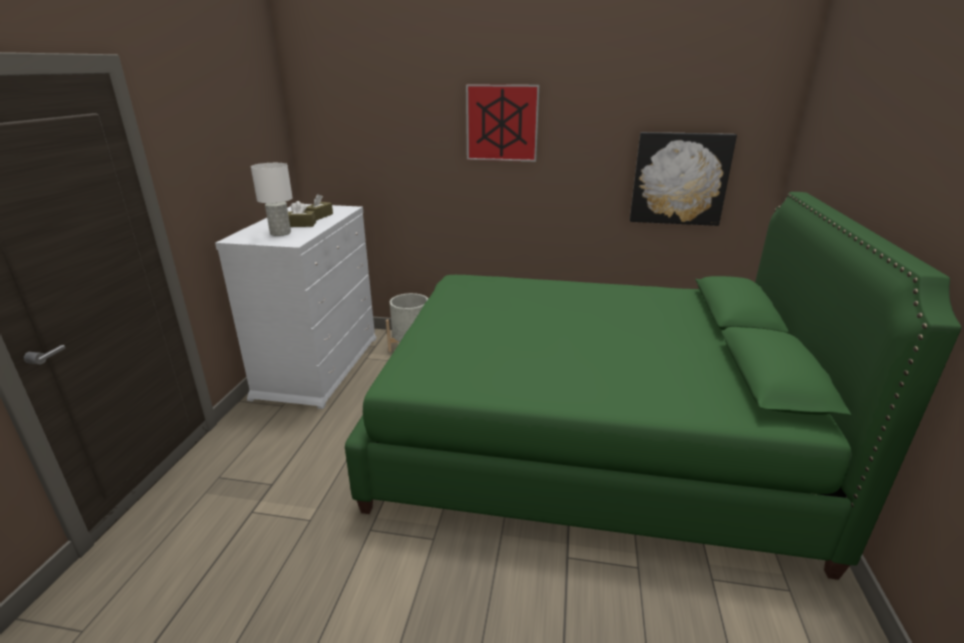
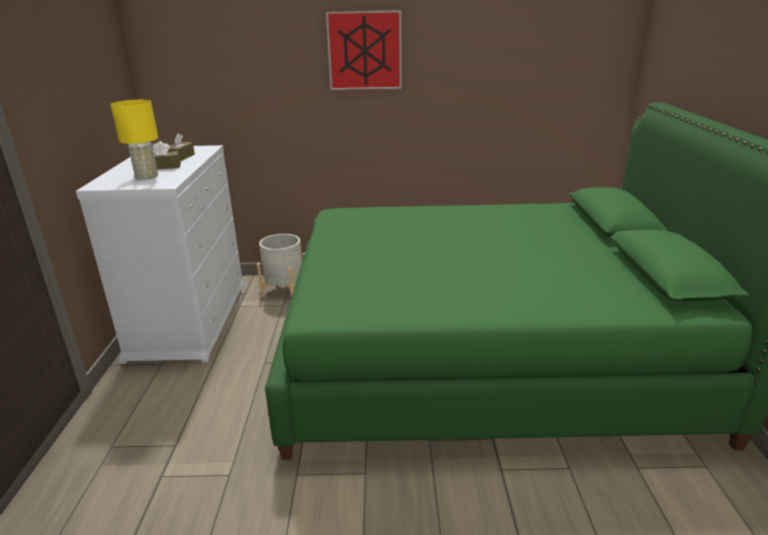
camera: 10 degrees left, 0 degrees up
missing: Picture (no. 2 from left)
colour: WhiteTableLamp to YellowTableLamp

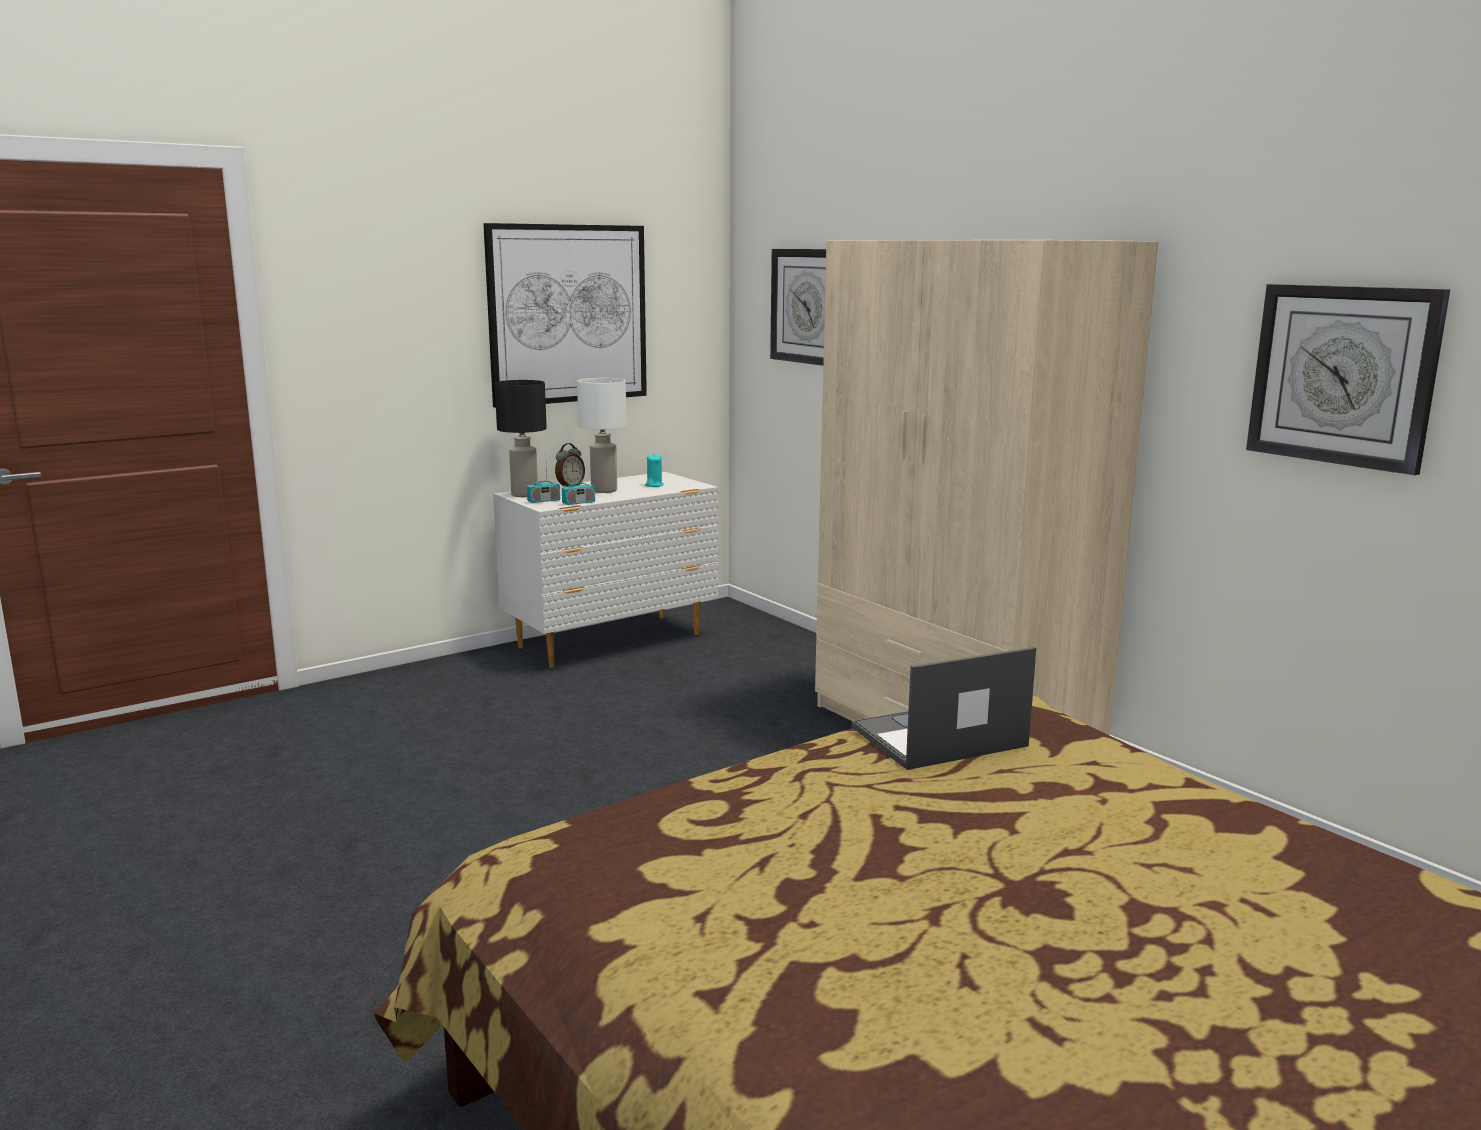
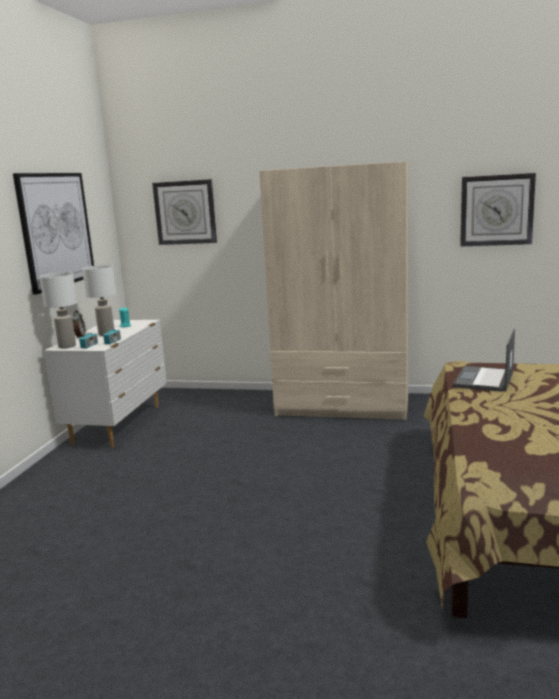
camera: 40 degrees left, 0 degrees up
colour: BlackTableLamp to WhiteTableLamp (no. 1 from left)

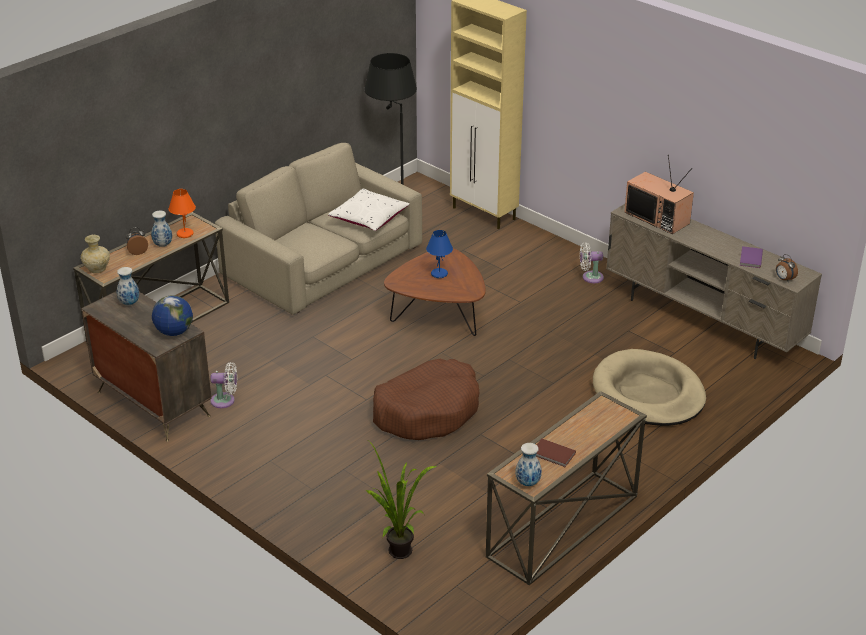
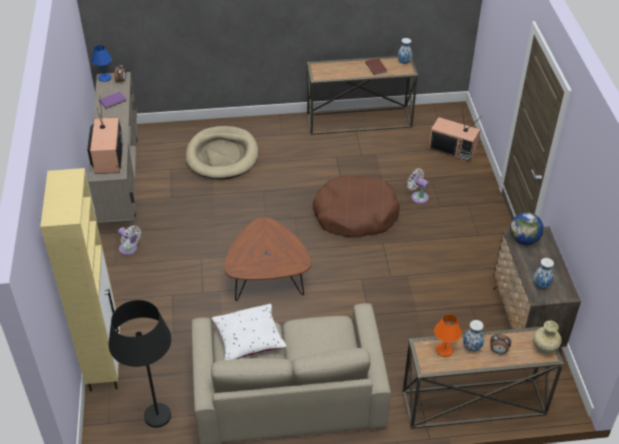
camera: 140 degrees left, 10 degrees up
relocated: BlueTableLamp; WhiteFan (no. 1 from left in the first image) to WhiteFan (no. 2 from left)
exchanged: PottedPlant to Television (no. 2 from left)

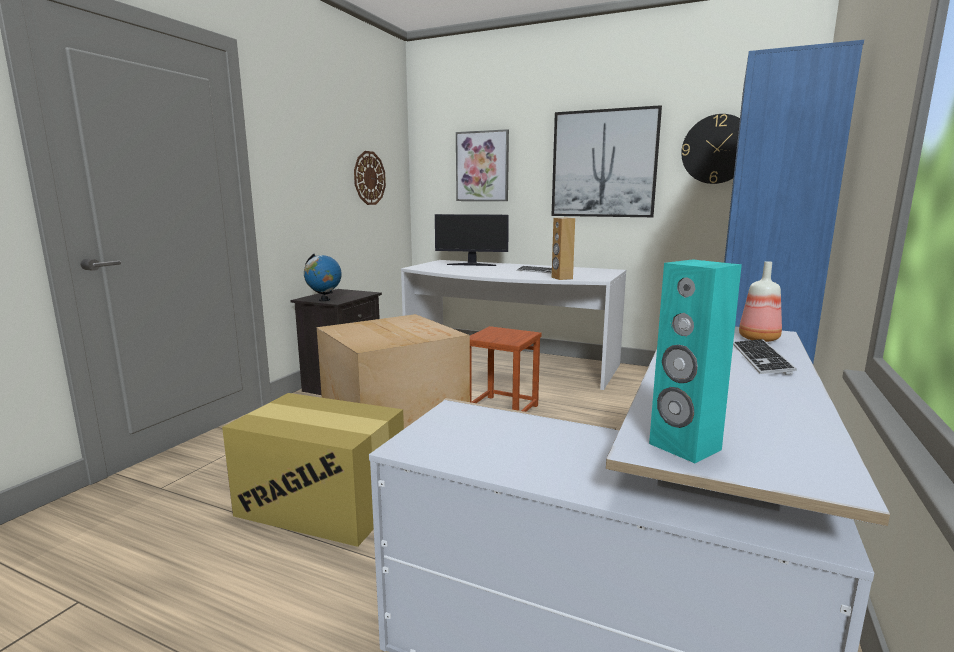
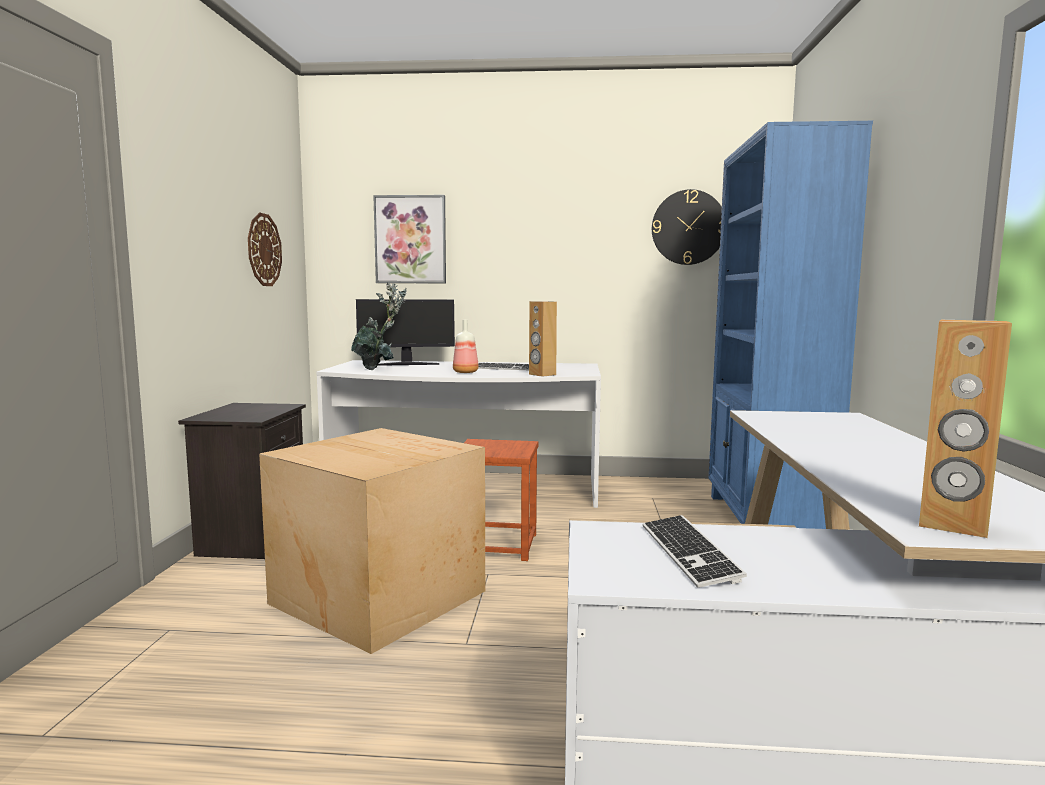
camera: 20 degrees left, 5 degrees down
missing: CardboardBox (no. 1 from left); Globe; Picture (no. 2 from left)
appeared: PottedPlant
relocated: Bottle; Keyboard (no. 2 from left)
colour: TurquoiseSpeaker to BrownSpeaker (no. 2 from left)

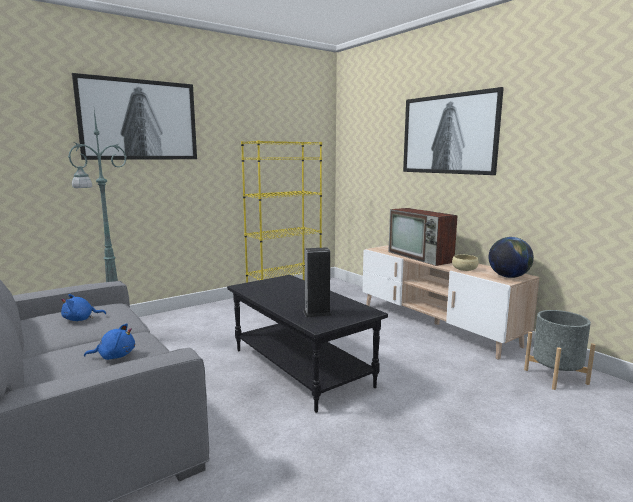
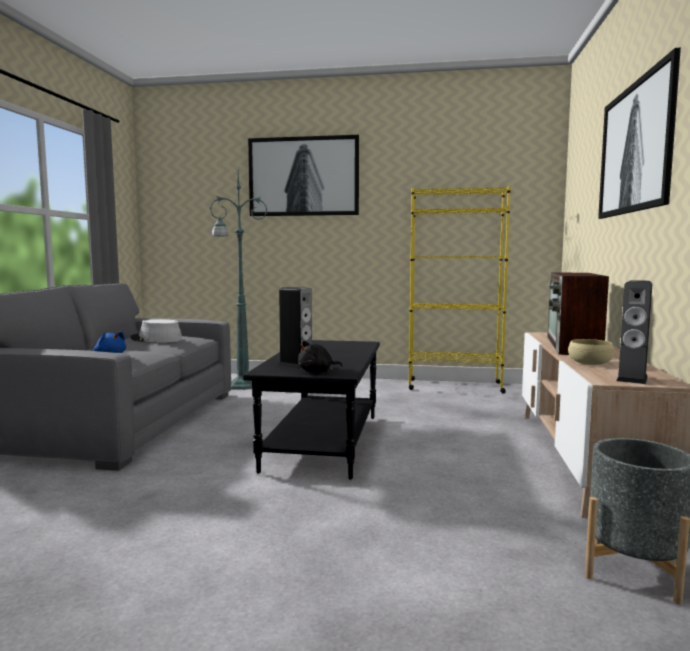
camera: 45 degrees right, 5 degrees down
appeared: BlackPlushToy
exchanged: BluePlushToy (no. 1 from left) to GreyHat; Globe to Speaker (no. 2 from left)

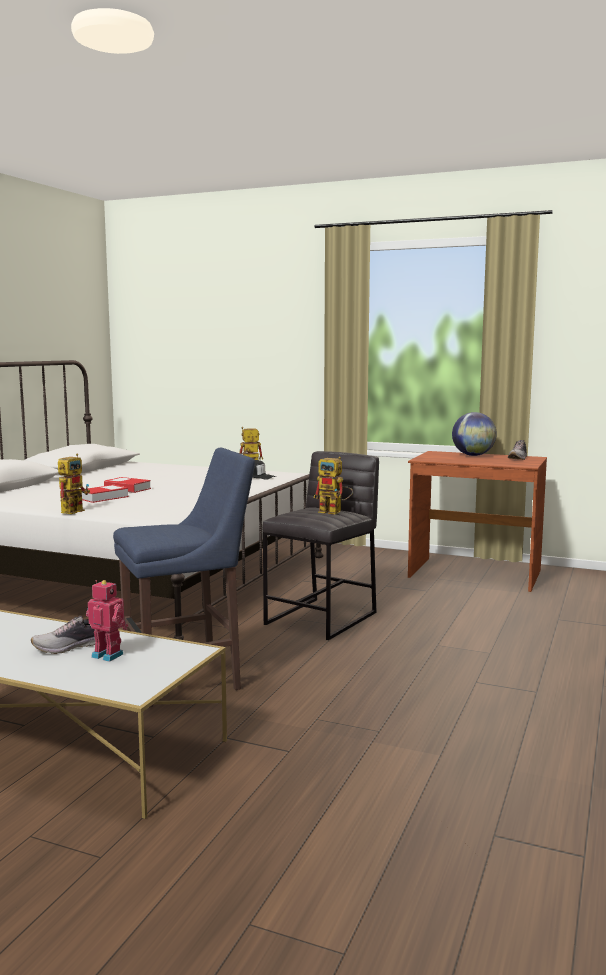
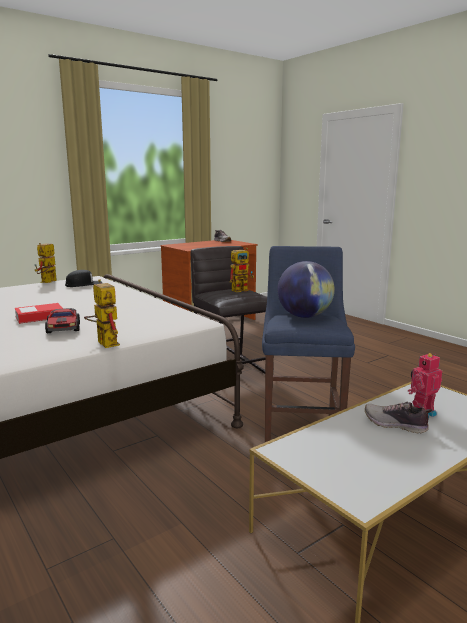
camera: 60 degrees left, 5 degrees up
relocated: Globe
exchanged: Book (no. 1 from left) to ToyCar
spun: Shoe (no. 1 from left in the first image) 120 degrees clockwise

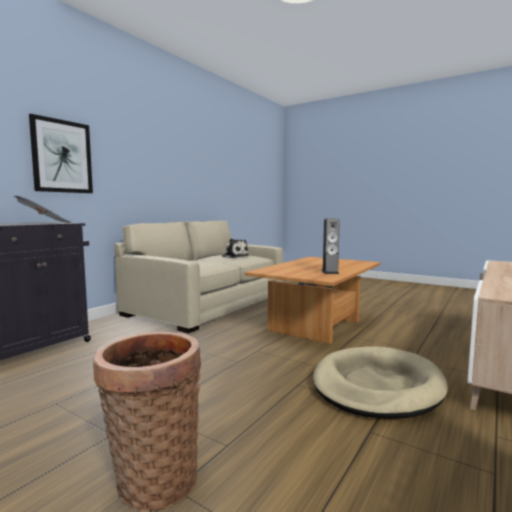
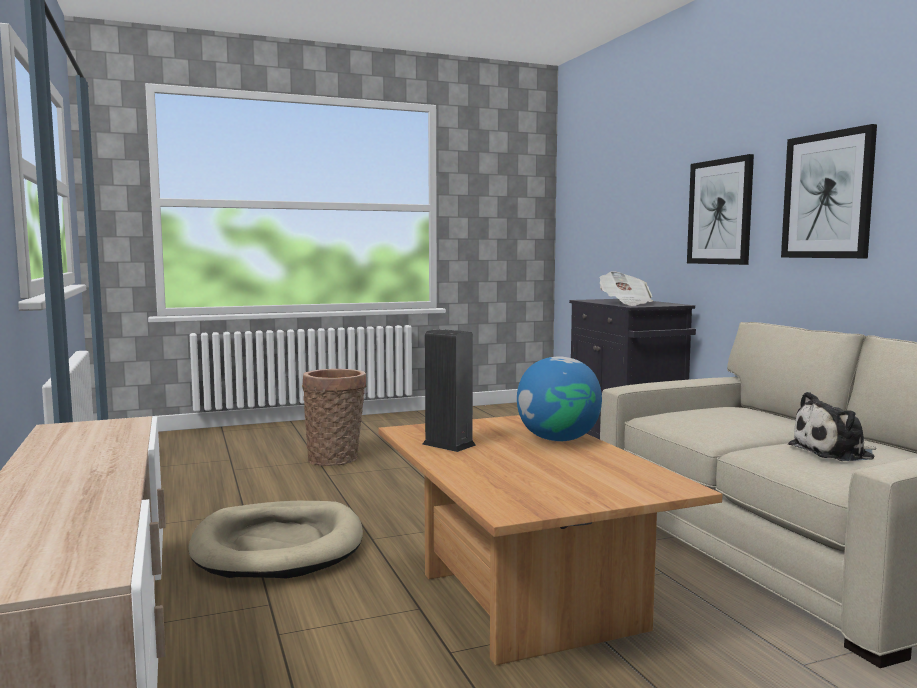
camera: 125 degrees right, 0 degrees up
appeared: Globe; Picture (no. 2 from left)

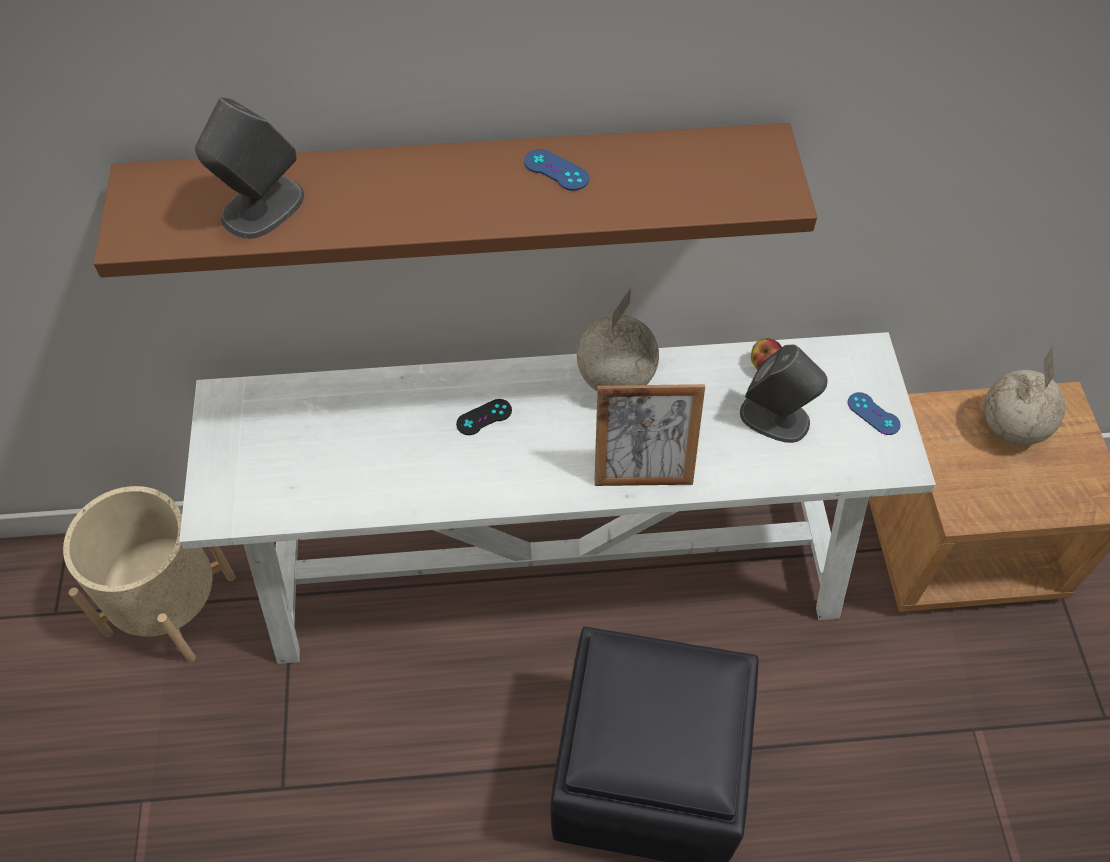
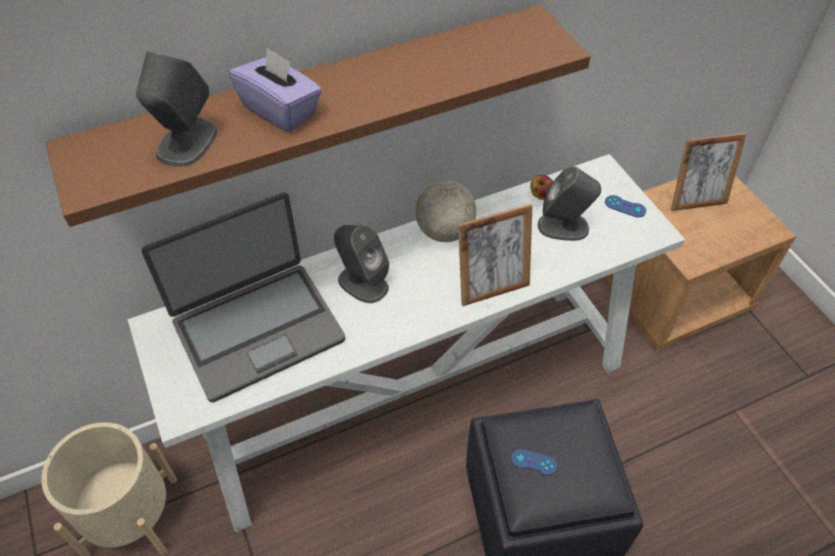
camera: 20 degrees left, 5 degrees down
appeared: Laptop; PurpleTissueBox
relocated: BlueGameController (no. 1 from left)
exchanged: BlackGameController to GreySpeaker (no. 2 from left); Globe (no. 2 from left) to PictureFrame (no. 2 from left)

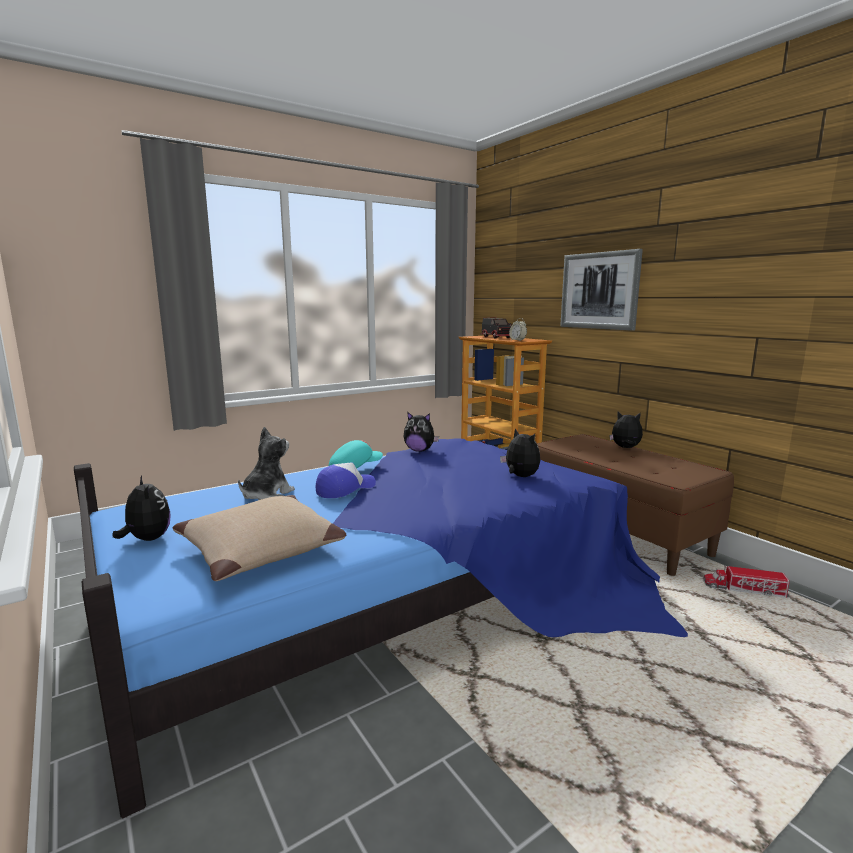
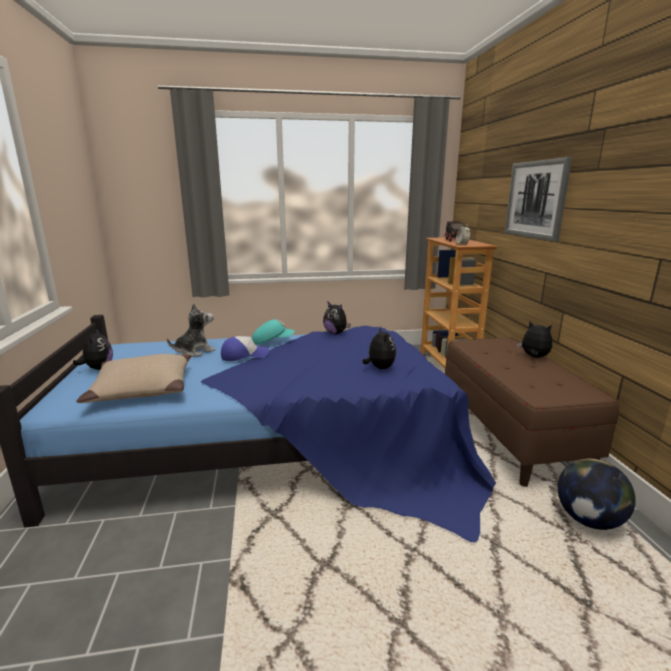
camera: 25 degrees right, 5 degrees up
exchanged: ToyTruck (no. 2 from left) to Globe

